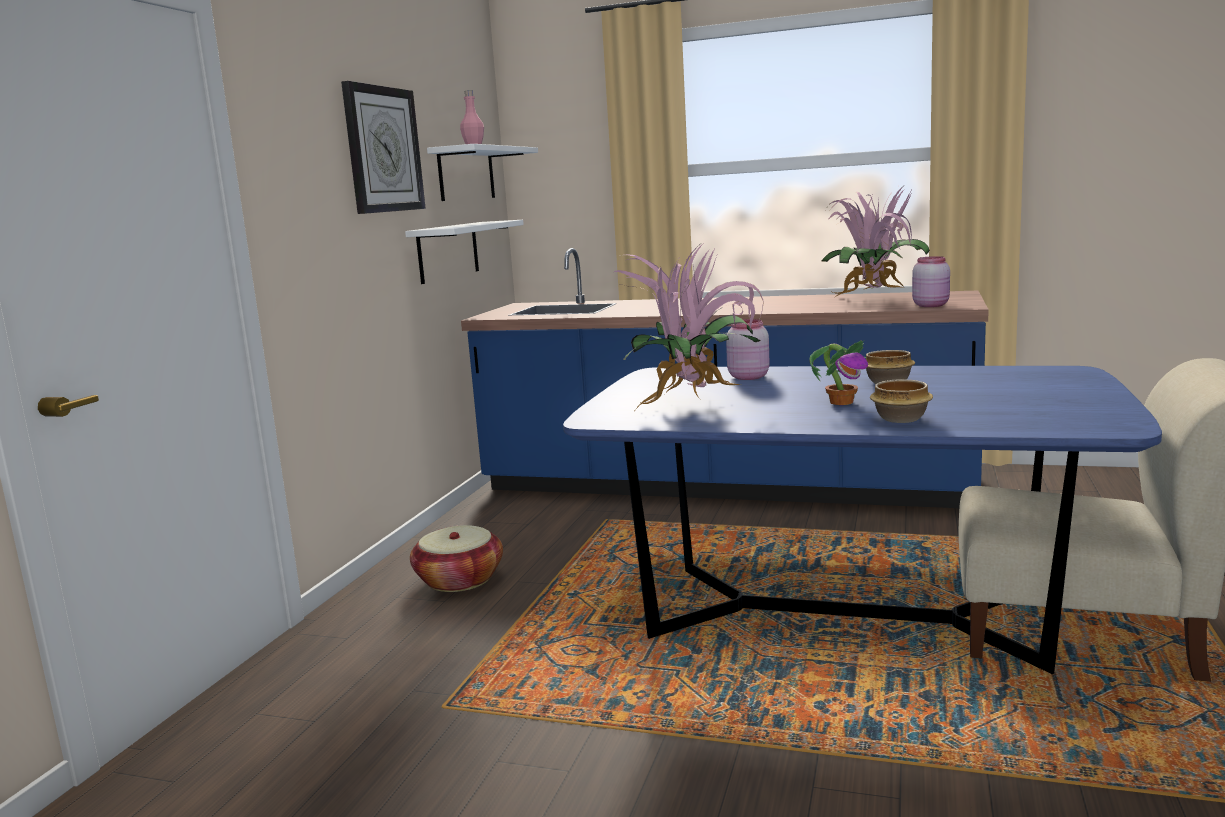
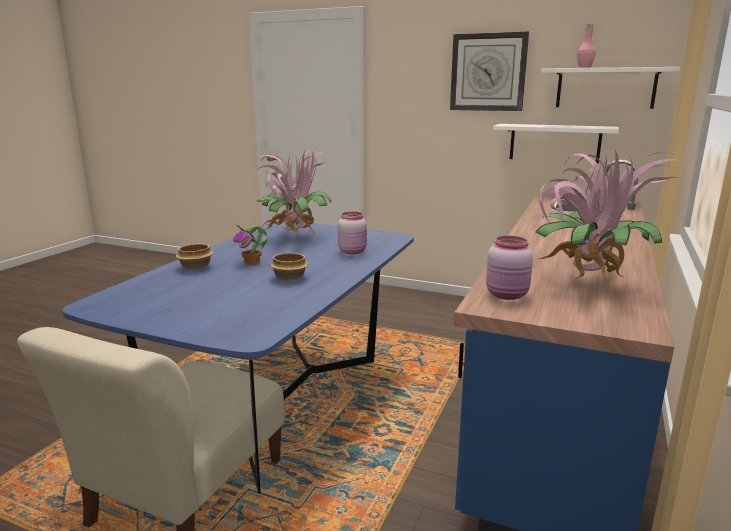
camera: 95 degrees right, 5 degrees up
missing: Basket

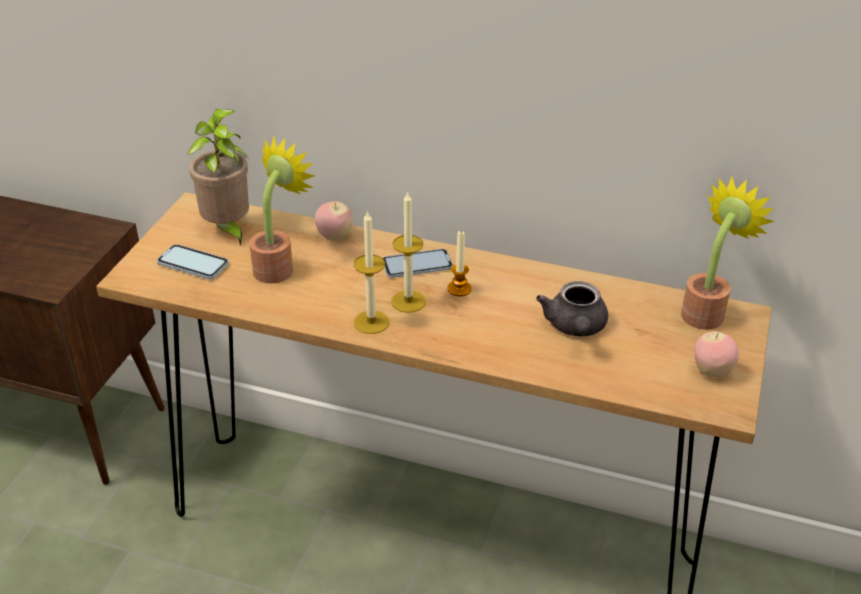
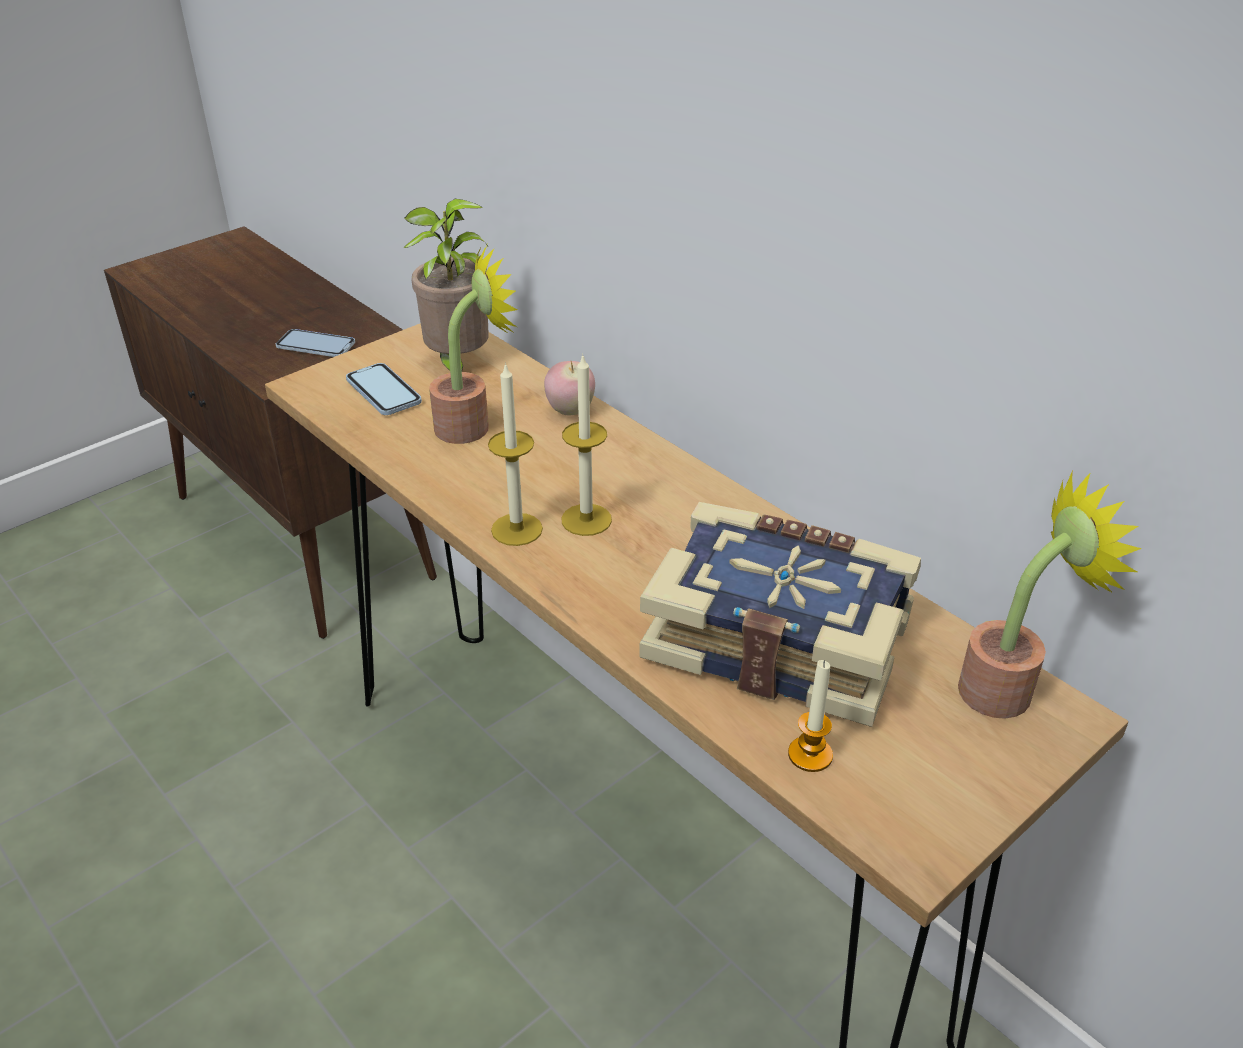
camera: 30 degrees right, 0 degrees up
missing: Apple (no. 2 from left)
relocated: Phone (no. 2 from left in the first image) to Phone (no. 1 from left); Candle (no. 3 from left)
exchanged: GreyTeapot to Book

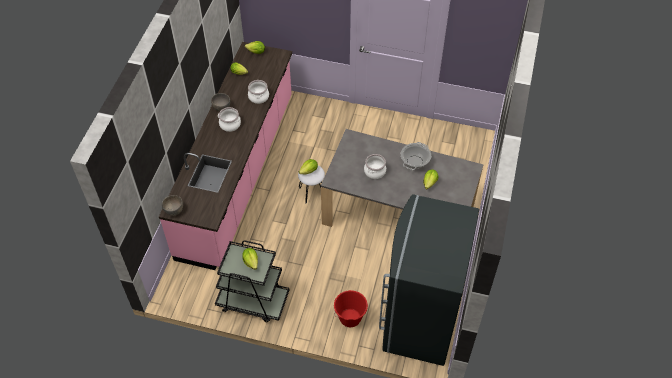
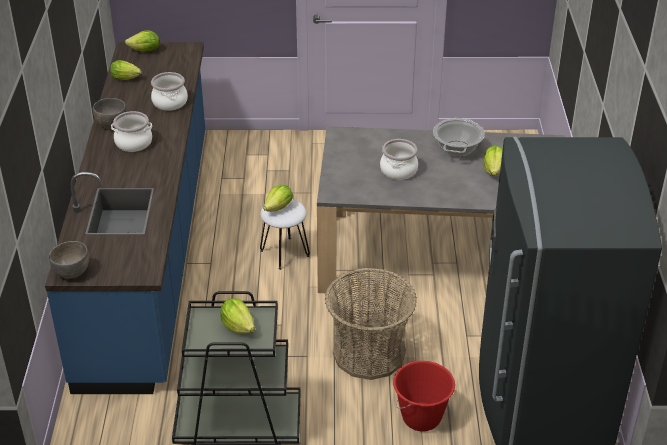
camera: 15 degrees left, 15 degrees down
appeared: Basket
colour: PinkCounter to BlueCounter

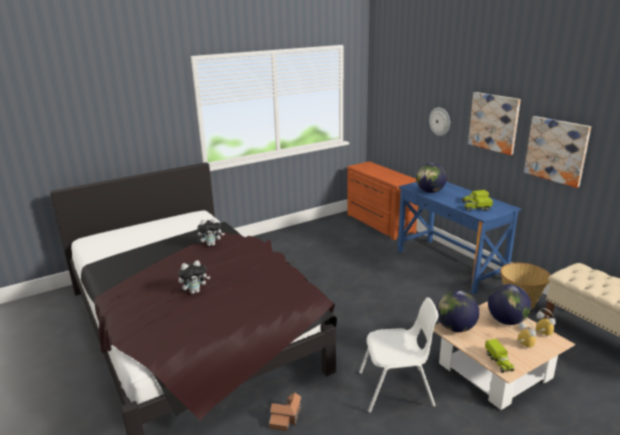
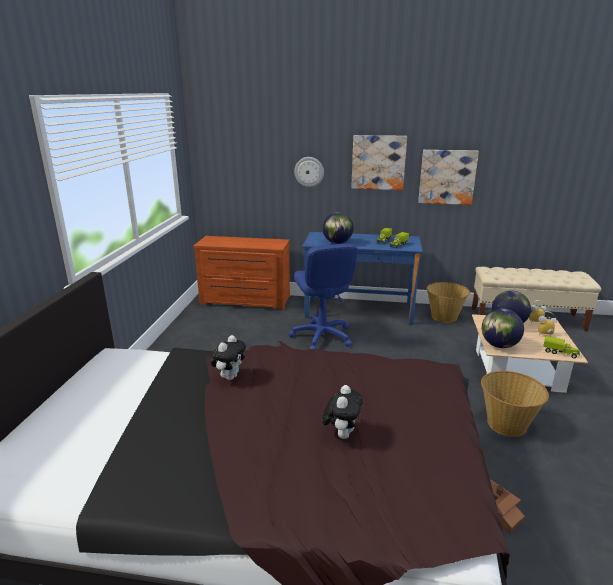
camera: 50 degrees left, 0 degrees up
appeared: BlueOfficeChair
exchanged: WhiteChair to Basket (no. 2 from left)

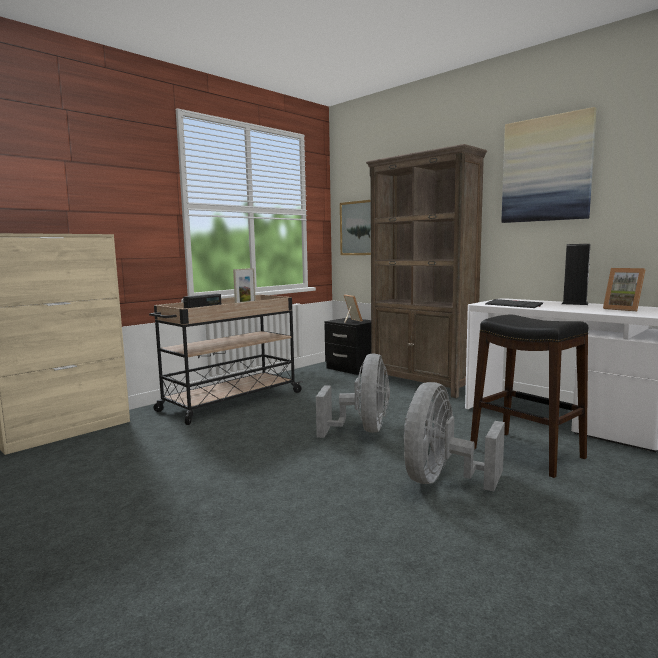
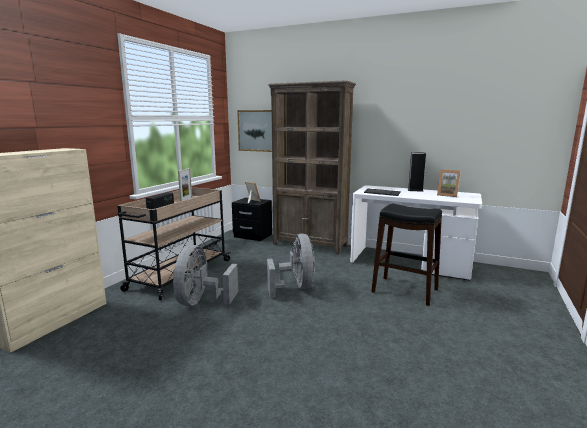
camera: 20 degrees left, 5 degrees up
missing: Picture (no. 2 from left)
relocated: GreyFan (no. 2 from left in the first image) to GreyFan (no. 1 from left)

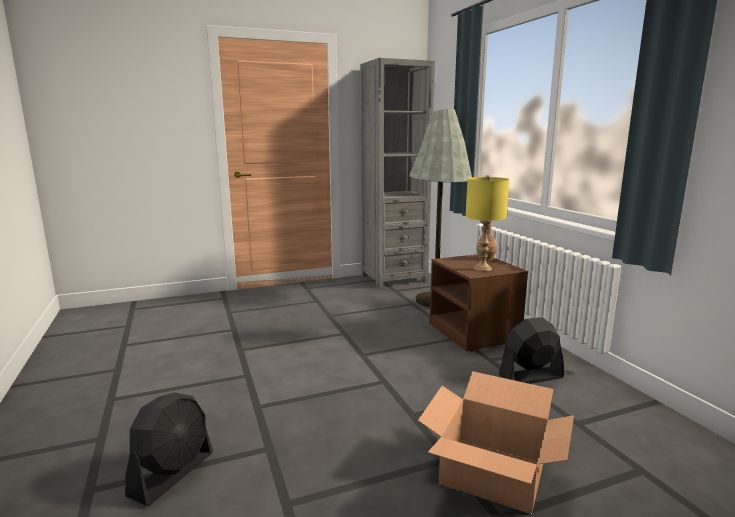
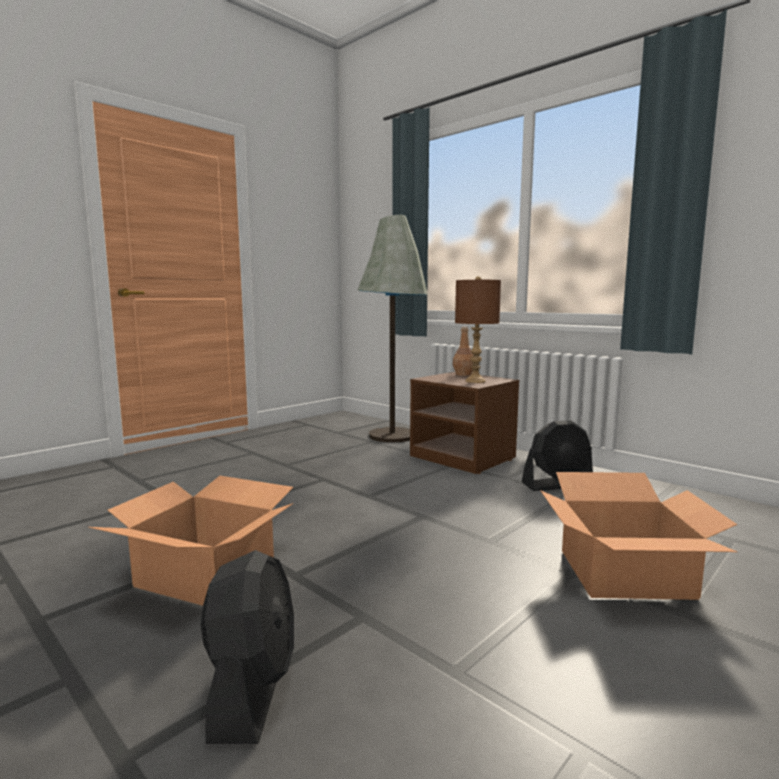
camera: 25 degrees left, 5 degrees down
missing: GreyBookcase
appeared: CardboardBox (no. 1 from left)
colour: YellowTableLamp to BrownTableLamp
spun: BlackFan (no. 2 from left) 150 degrees counterclockwise

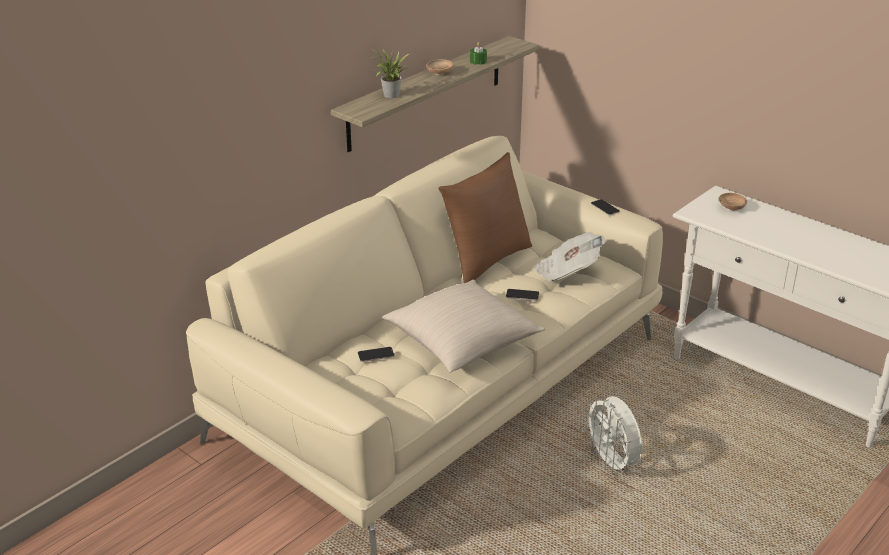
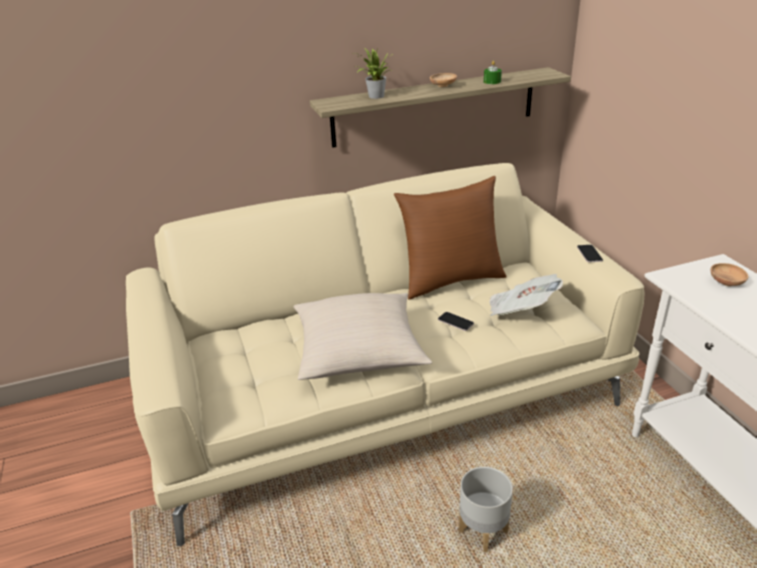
camera: 30 degrees right, 0 degrees up
missing: Phone (no. 1 from left)
exchanged: WhiteFan to GreyPlanter

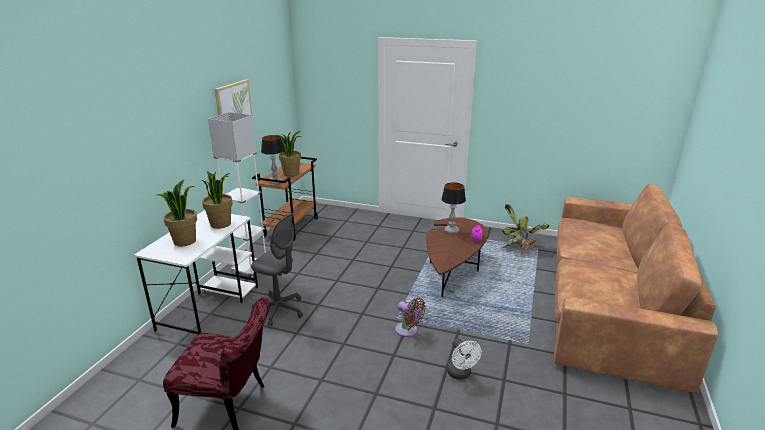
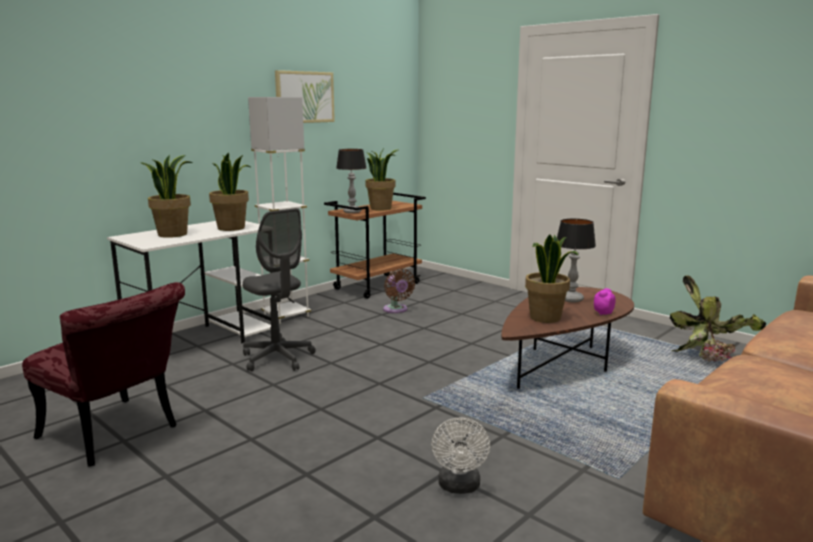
camera: 25 degrees right, 10 degrees down
appeared: PottedPlant (no. 4 from left)
relocated: BrownFan

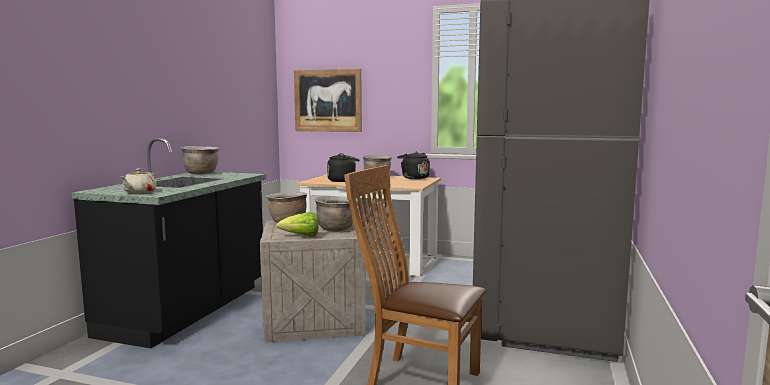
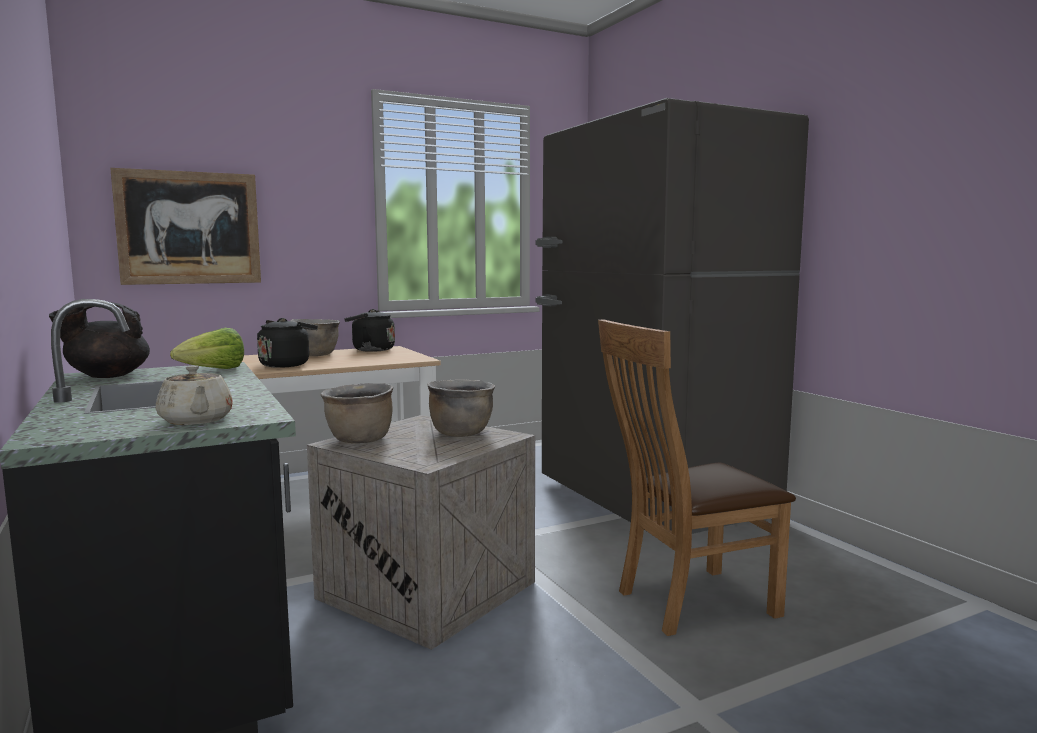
camera: 45 degrees left, 0 degrees up
relocated: Lettuce
exchanged: BrownCookingPot (no. 1 from left) to BlackTeapot

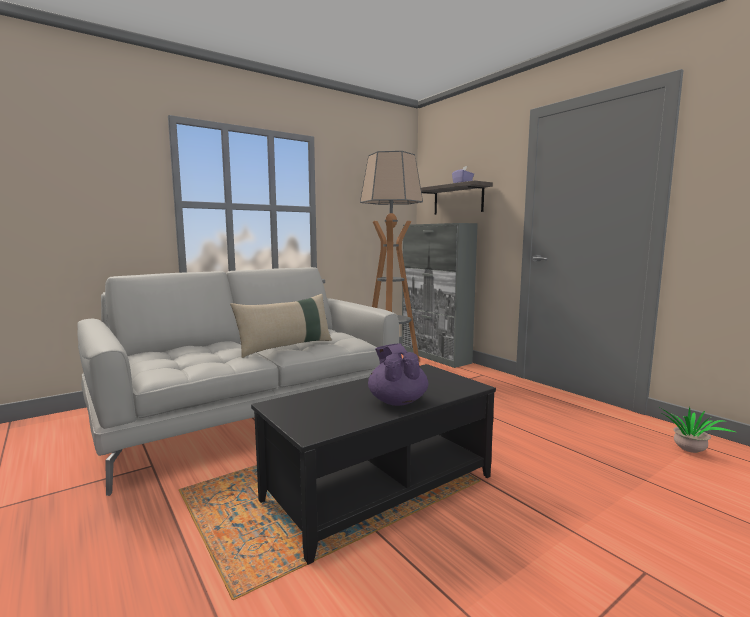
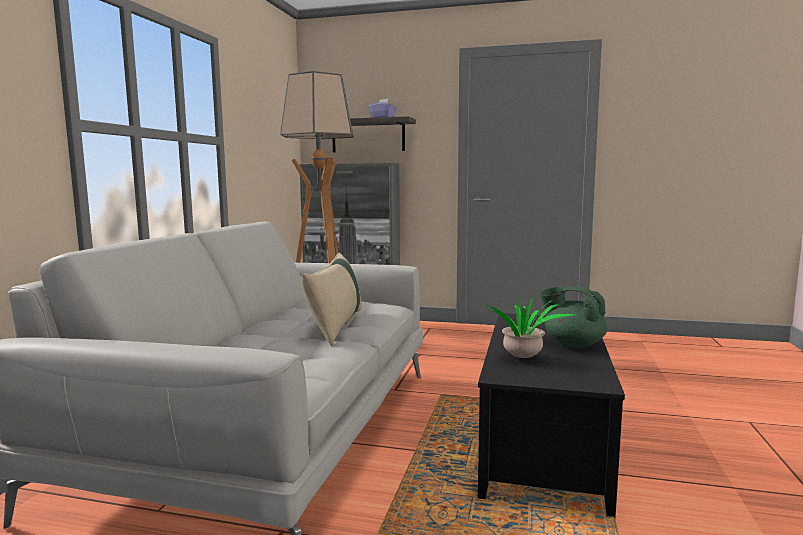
camera: 40 degrees left, 0 degrees up
relocated: PottedPlant
colour: PurpleTeapot to GreenTeapot

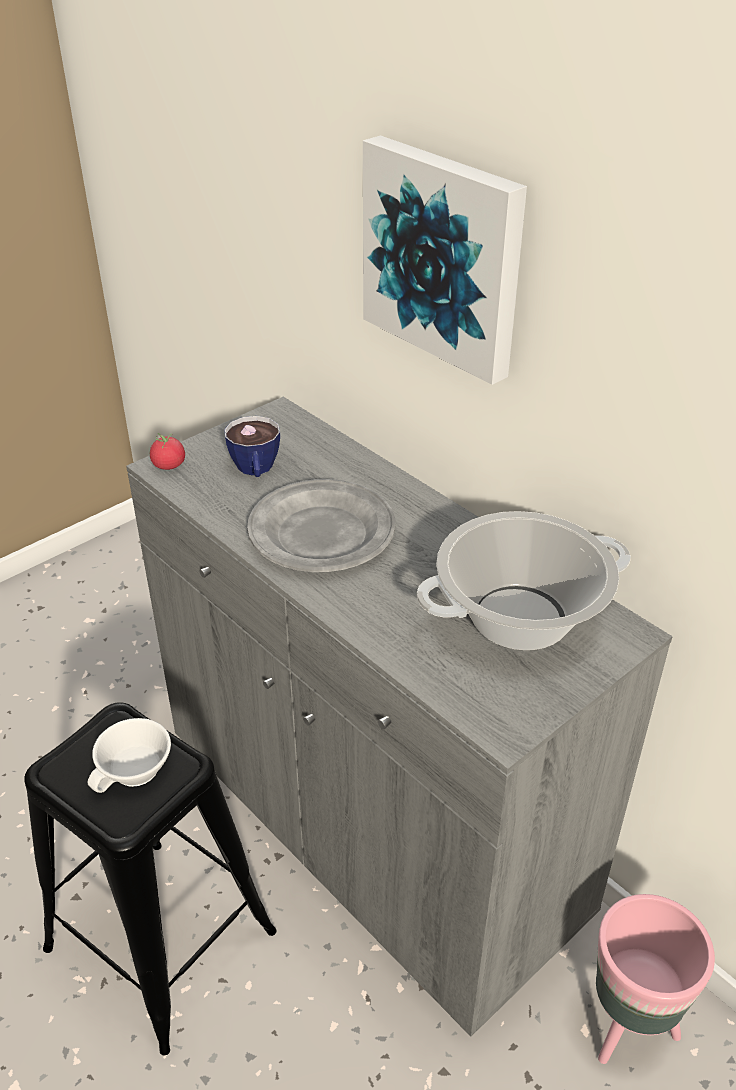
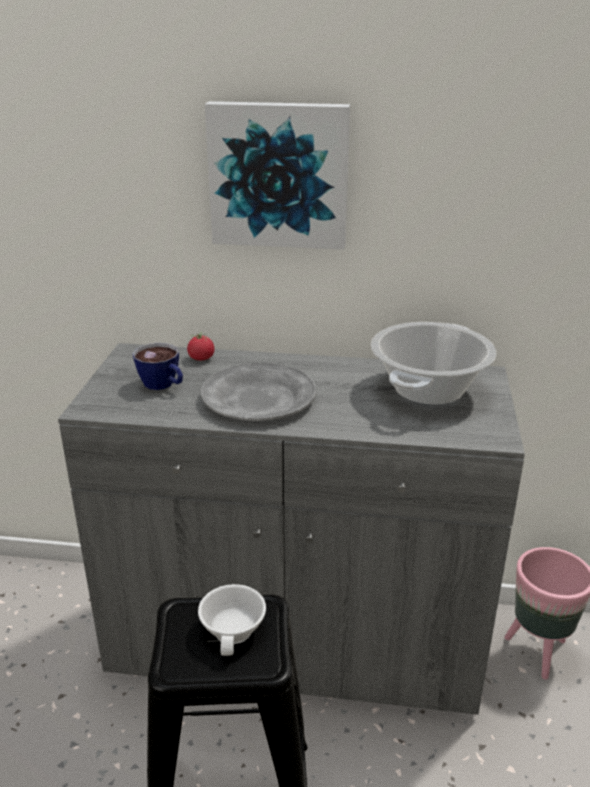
camera: 40 degrees left, 10 degrees down
relocated: Tomato

